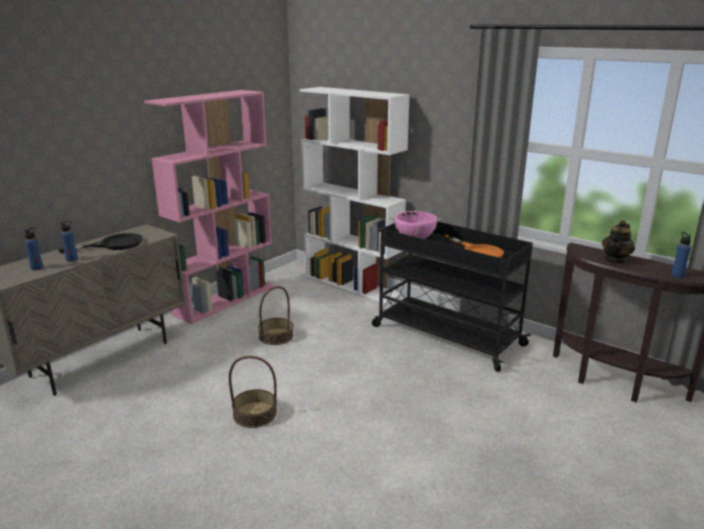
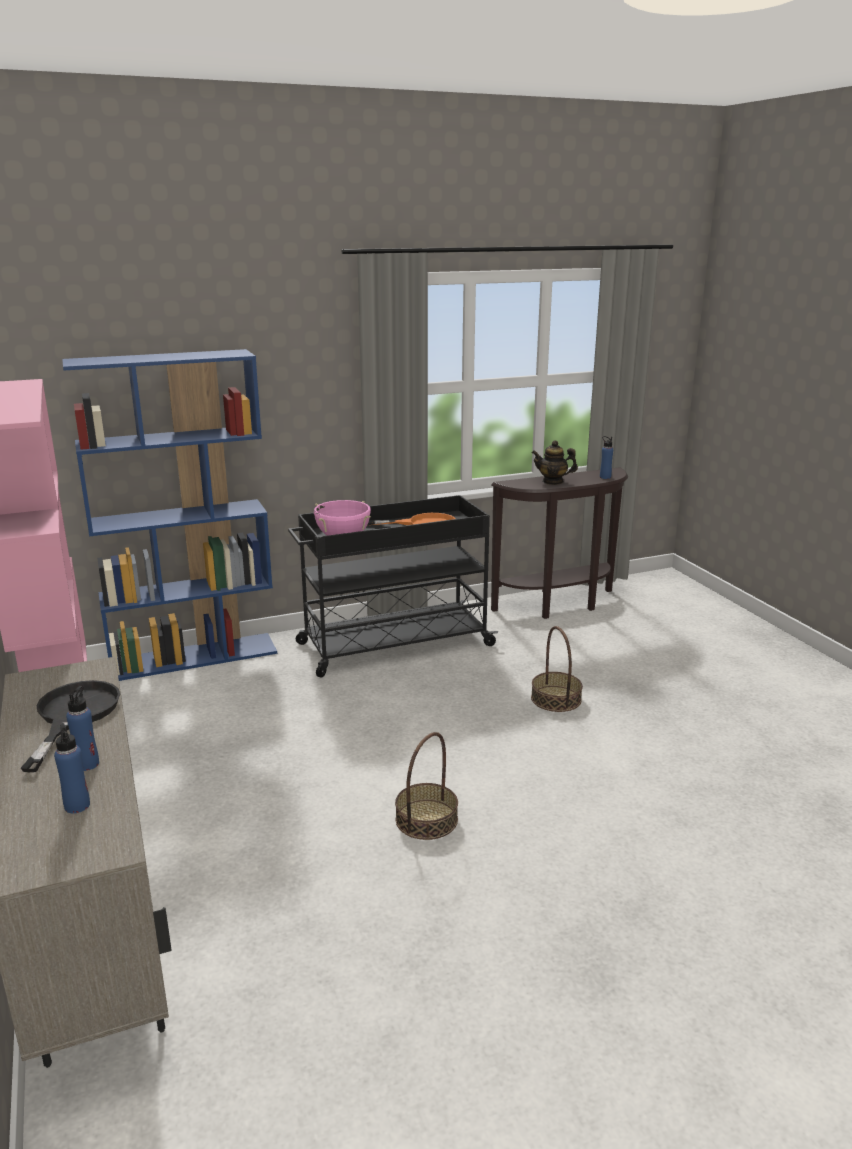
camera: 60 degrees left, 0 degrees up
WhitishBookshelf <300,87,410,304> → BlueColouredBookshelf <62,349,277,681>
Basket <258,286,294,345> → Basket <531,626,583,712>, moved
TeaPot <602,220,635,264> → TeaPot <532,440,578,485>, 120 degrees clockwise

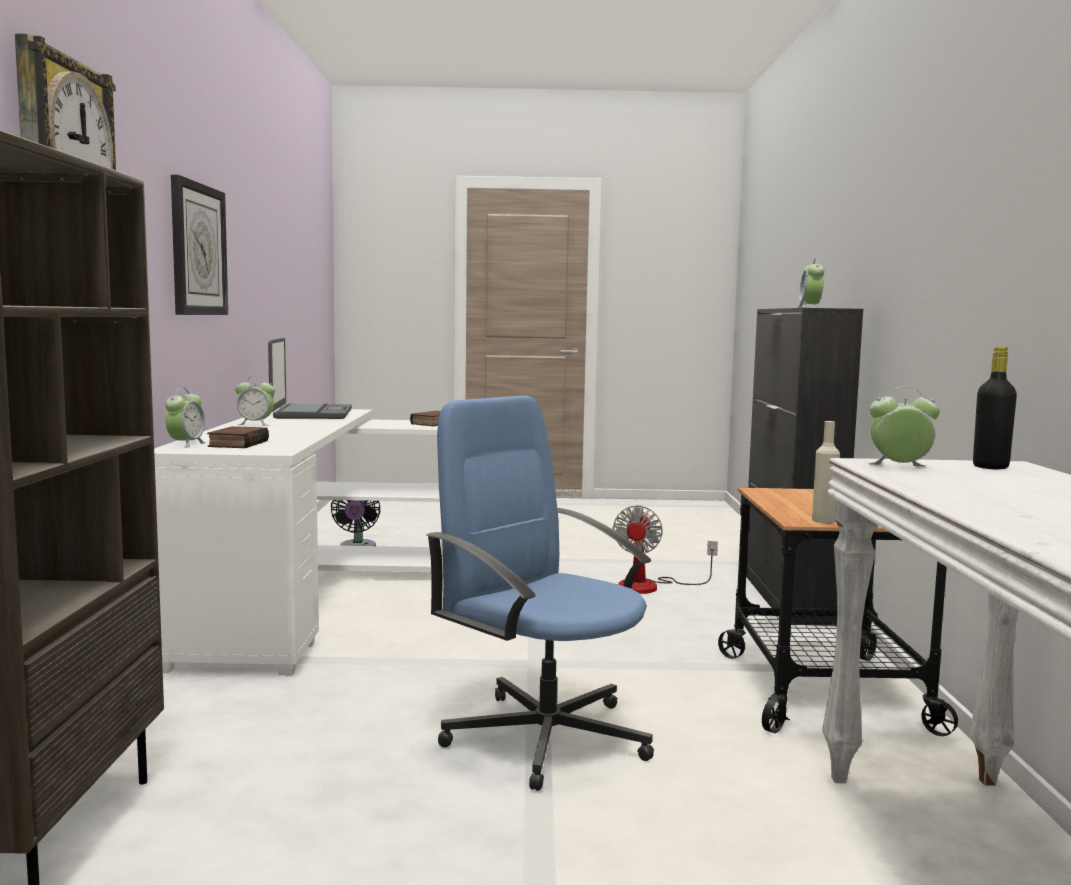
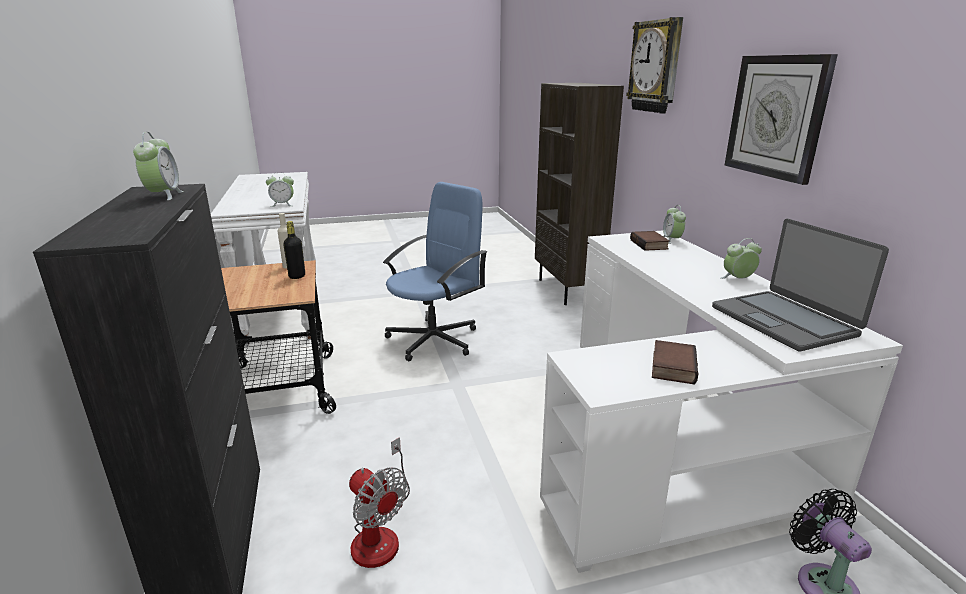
camera: 165 degrees right, 15 degrees up
BlackDrinkBottle <973,347,1017,469> → BlackDrinkBottle <283,221,305,279>, moved
Fan <613,505,718,594> → Fan <349,437,410,568>, 135 degrees clockwise
BlueColouredOfficeChair <426,395,654,791> → BlueColouredOfficeChair <383,182,487,361>, 75 degrees counterclockwise

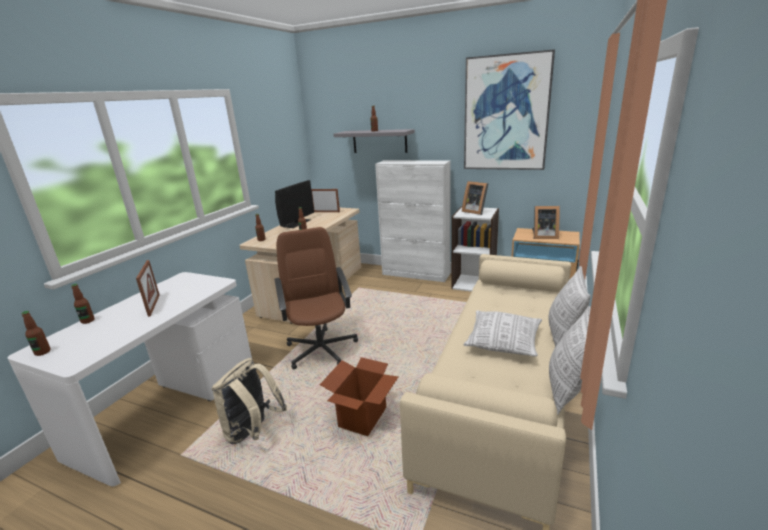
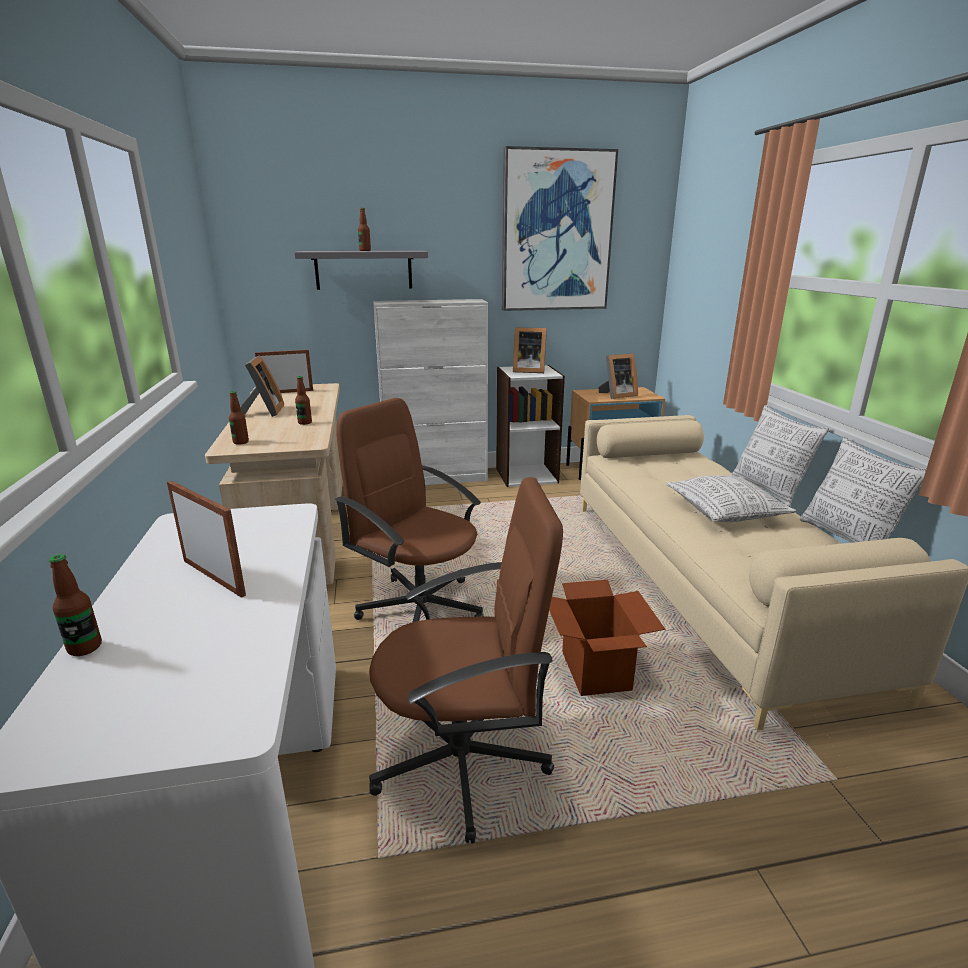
camera: 35 degrees left, 0 degrees up
ComputerDisplay <275,180,314,228> → PictureFrame <240,355,284,417>
BeigeColouredRucksack <212,358,287,444> → BrownOfficeChair <369,477,563,844>
DrinkBottle <21,311,51,356> → -

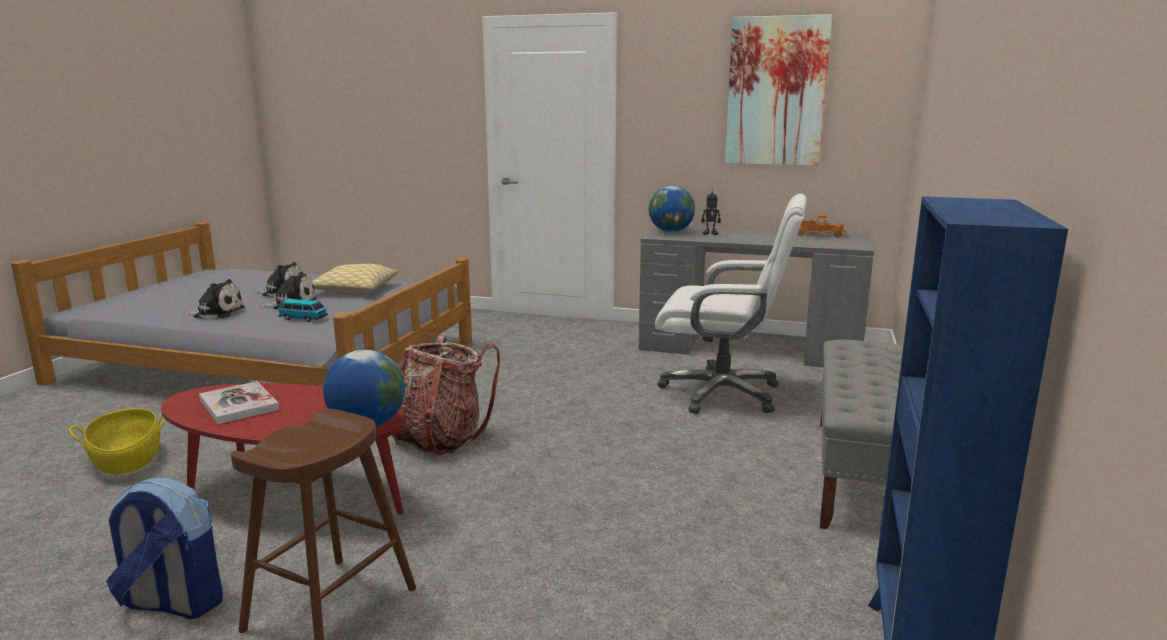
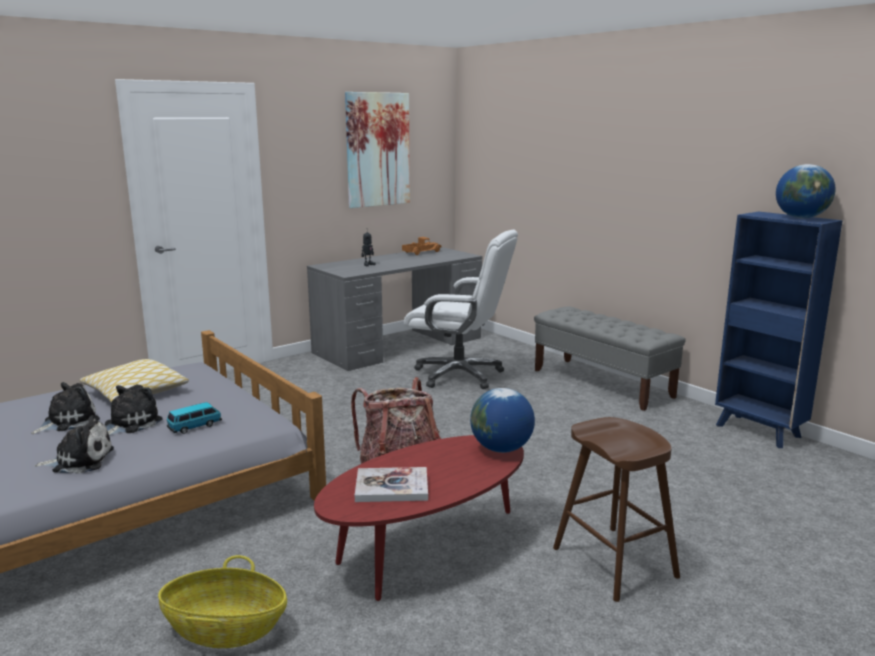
camera: 55 degrees left, 0 degrees up
CuddlyToy <183,279,245,320> → CuddlyToy <35,415,114,474>, 45 degrees clockwise
WhitishOfficeChair <655,194,807,414> → WhitishOfficeChair <404,230,518,389>, 60 degrees clockwise
WorldGlobe <649,186,695,232> → WorldGlobe <776,164,836,219>, moved
Rucksack <106,477,223,619> → -

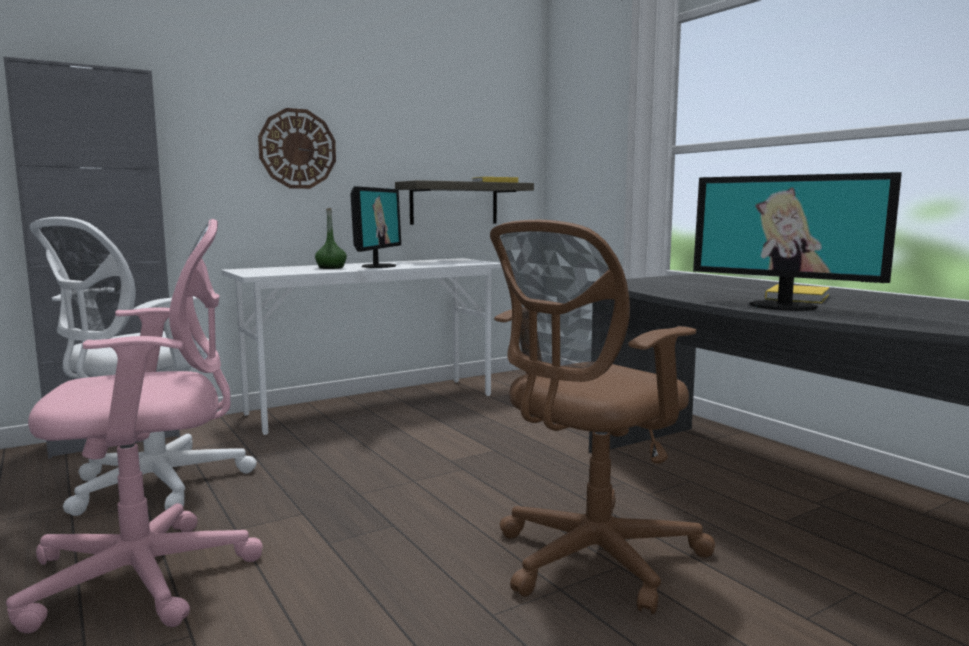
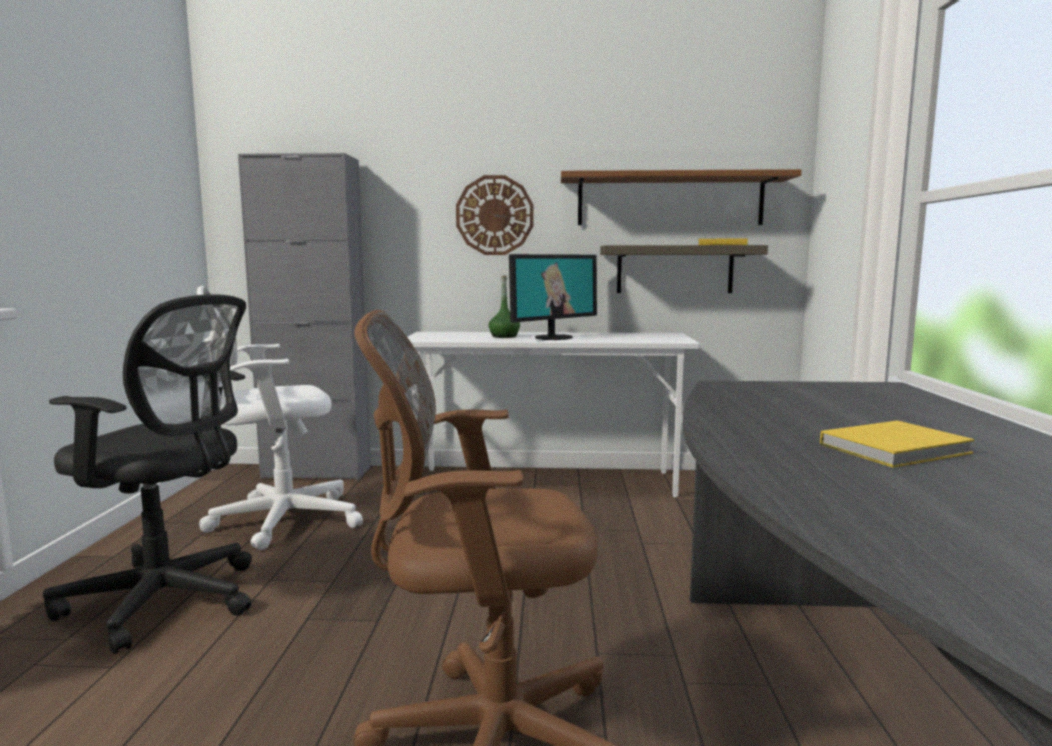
camera: 35 degrees right, 0 degrees up
PinkOfficeChair <6,219,263,633> → BlackOfficeChair <43,294,252,654>
- → Shelf <561,169,802,225>
ComputerDisplay <693,172,902,311> → -

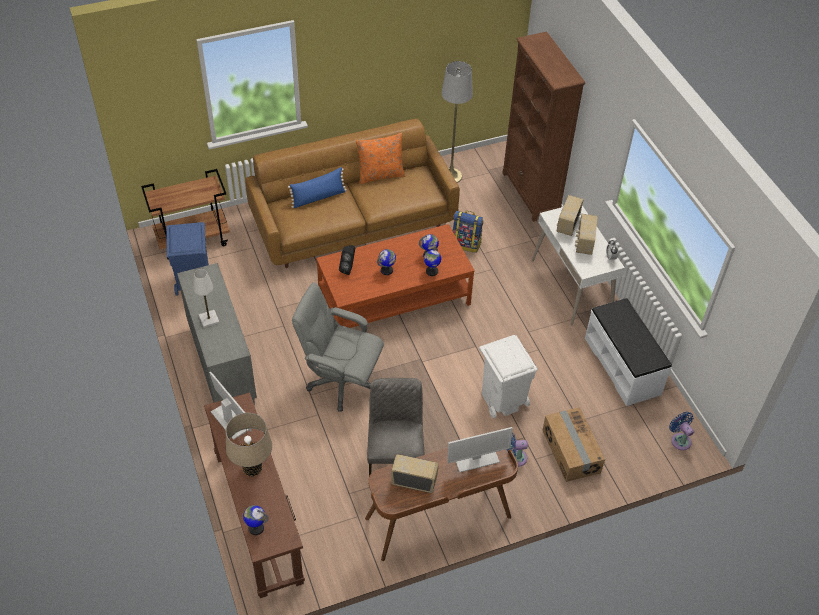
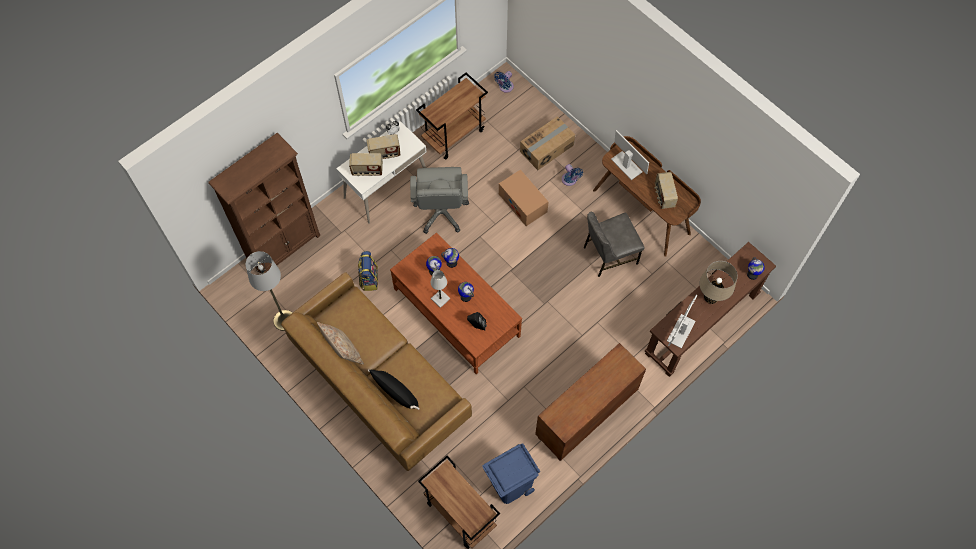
camera: 110 degrees left, 15 degrees up
OrangeColouredThrowPillow <356,133,405,184> → BeigeColouredThrowPillow <317,322,364,365>
BlueColouredThrowPillow <288,167,347,208> → BlackThrowPillow <368,369,420,410>
GreyishOfficeChair <292,283,384,412> → GreyishOfficeChair <410,167,469,234>, moved
WhitishLongSeat <585,298,672,406> → BrownTrolley <416,73,488,160>
WhitishTableLamp <193,269,220,328> → WhitishTableLamp <431,270,450,308>, moved
WhitishRubbishBin <479,335,538,418> → CardboardBox <499,169,548,226>
GreyishStorageCabinet <177,263,257,405> → BrownStorageCabinet <535,343,646,461>

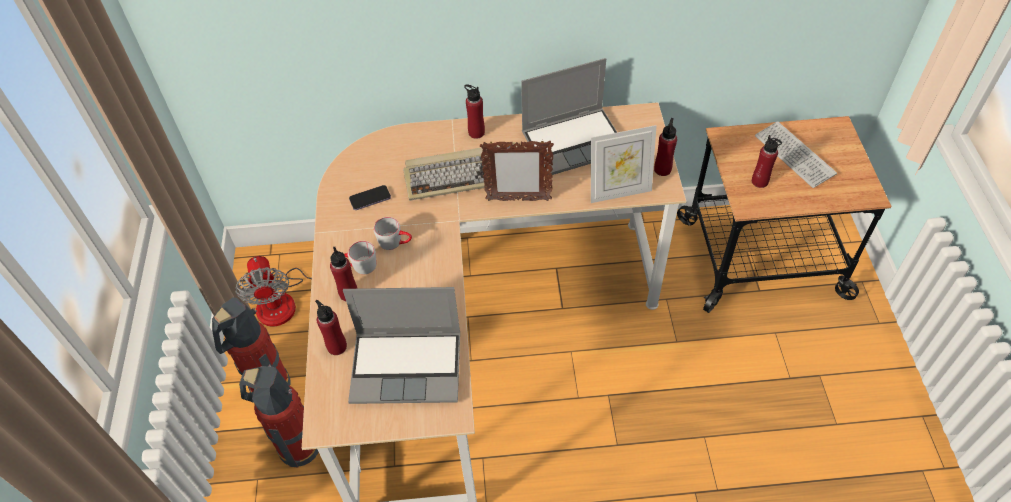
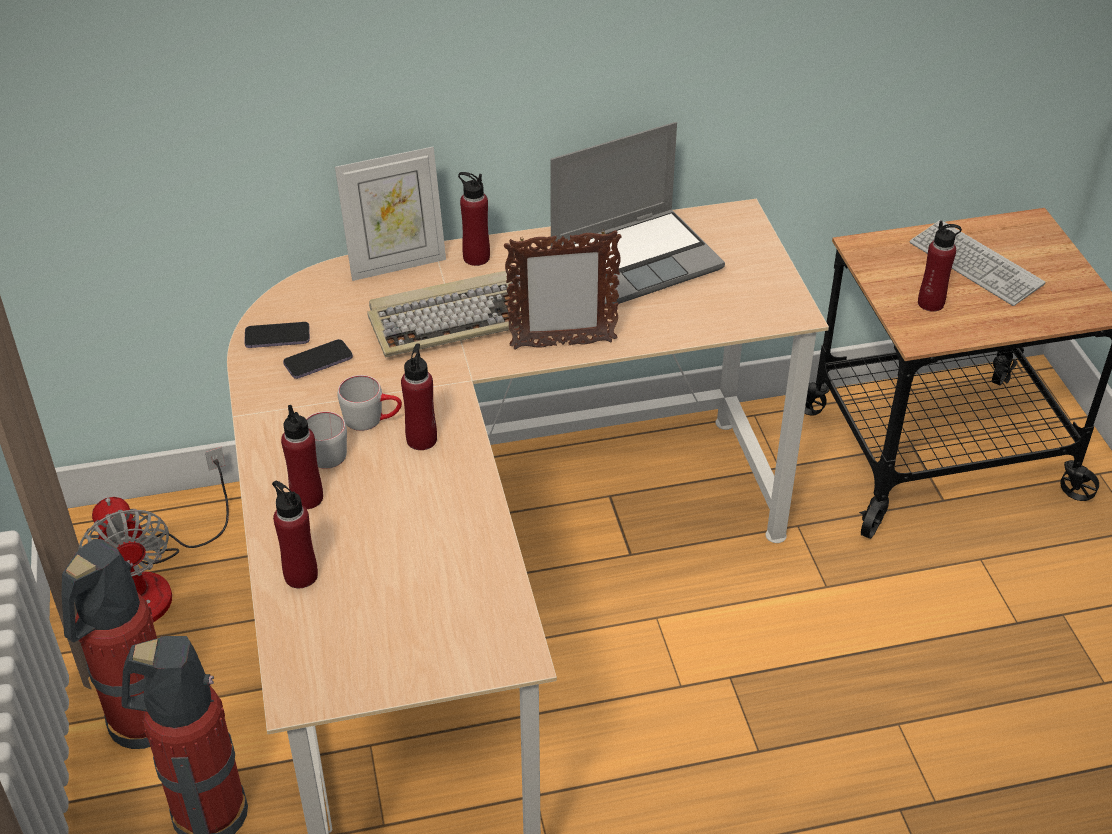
camera: 10 degrees left, 10 degrees down
- → Phone <244,322,310,348>
PictureFrame <591,125,656,203> → PictureFrame <335,147,446,281>, moved
RedDrinkBottle <654,118,677,176> → RedDrinkBottle <401,344,437,450>, moved
PortableComputer <343,287,460,404> → -

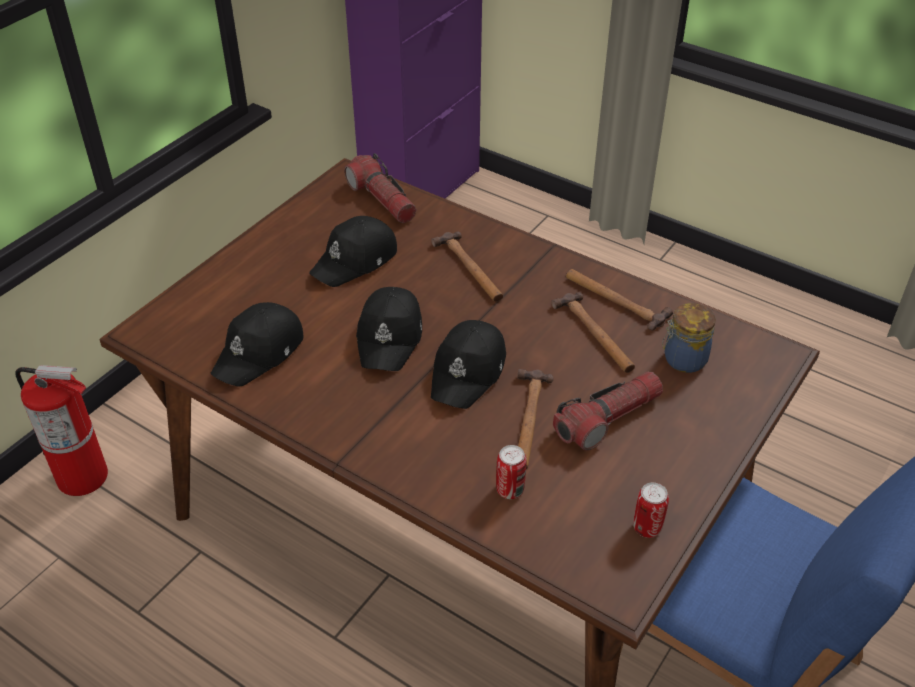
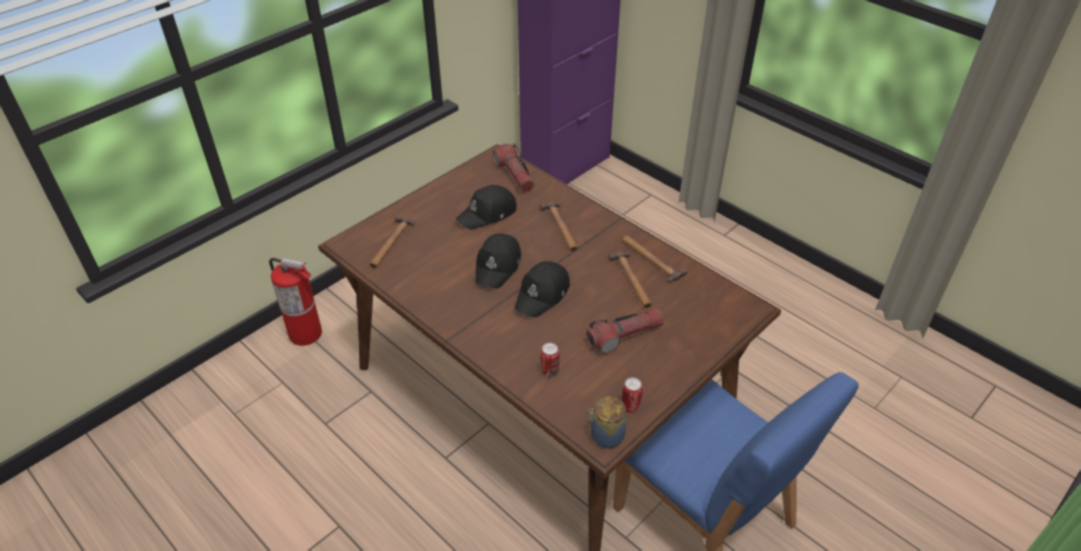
camera: 10 degrees right, 0 degrees up
ToolHammer <517,369,554,470> → ToolHammer <370,215,415,268>, moved
PreserveJar <662,303,716,373> → PreserveJar <588,396,626,448>, moved
BlackBaseballCap <211,302,303,387> → -

